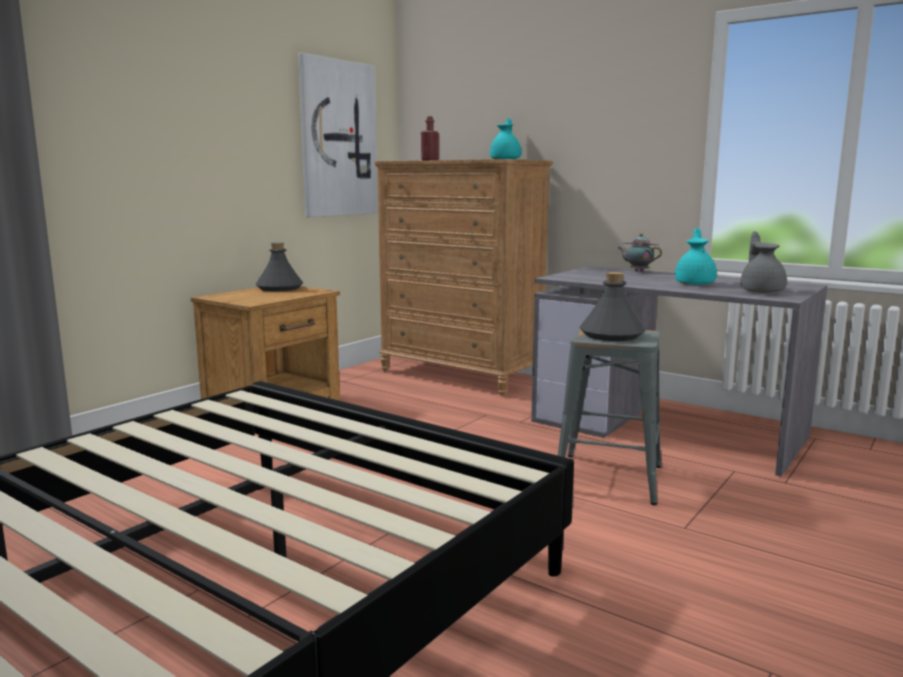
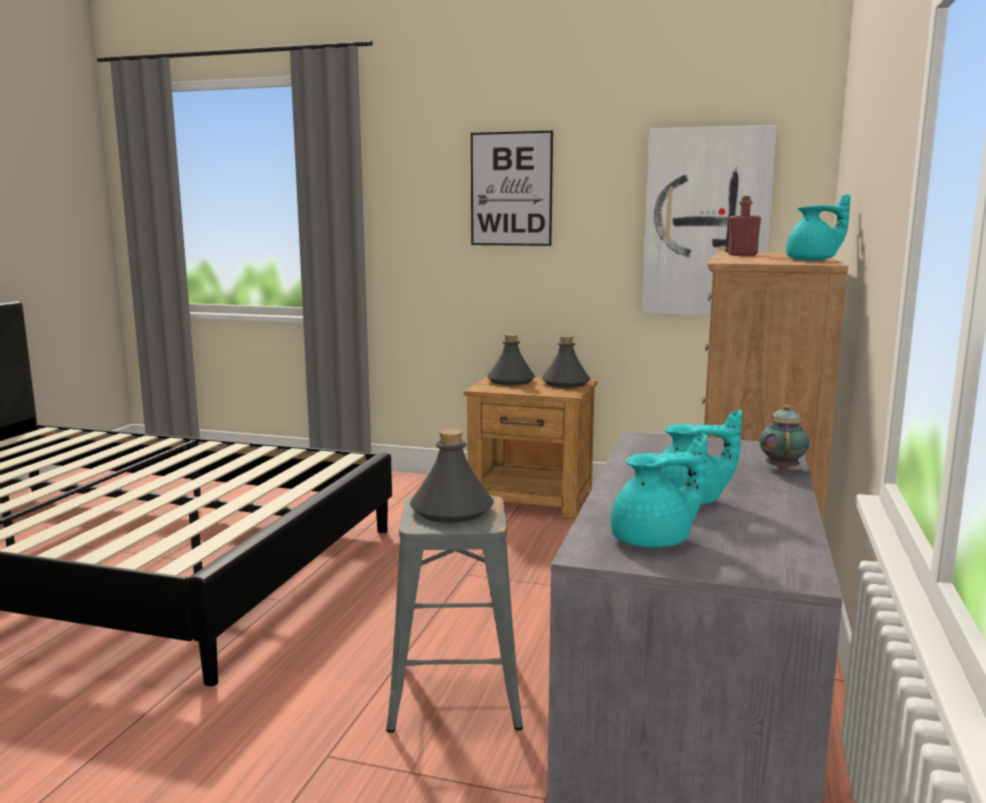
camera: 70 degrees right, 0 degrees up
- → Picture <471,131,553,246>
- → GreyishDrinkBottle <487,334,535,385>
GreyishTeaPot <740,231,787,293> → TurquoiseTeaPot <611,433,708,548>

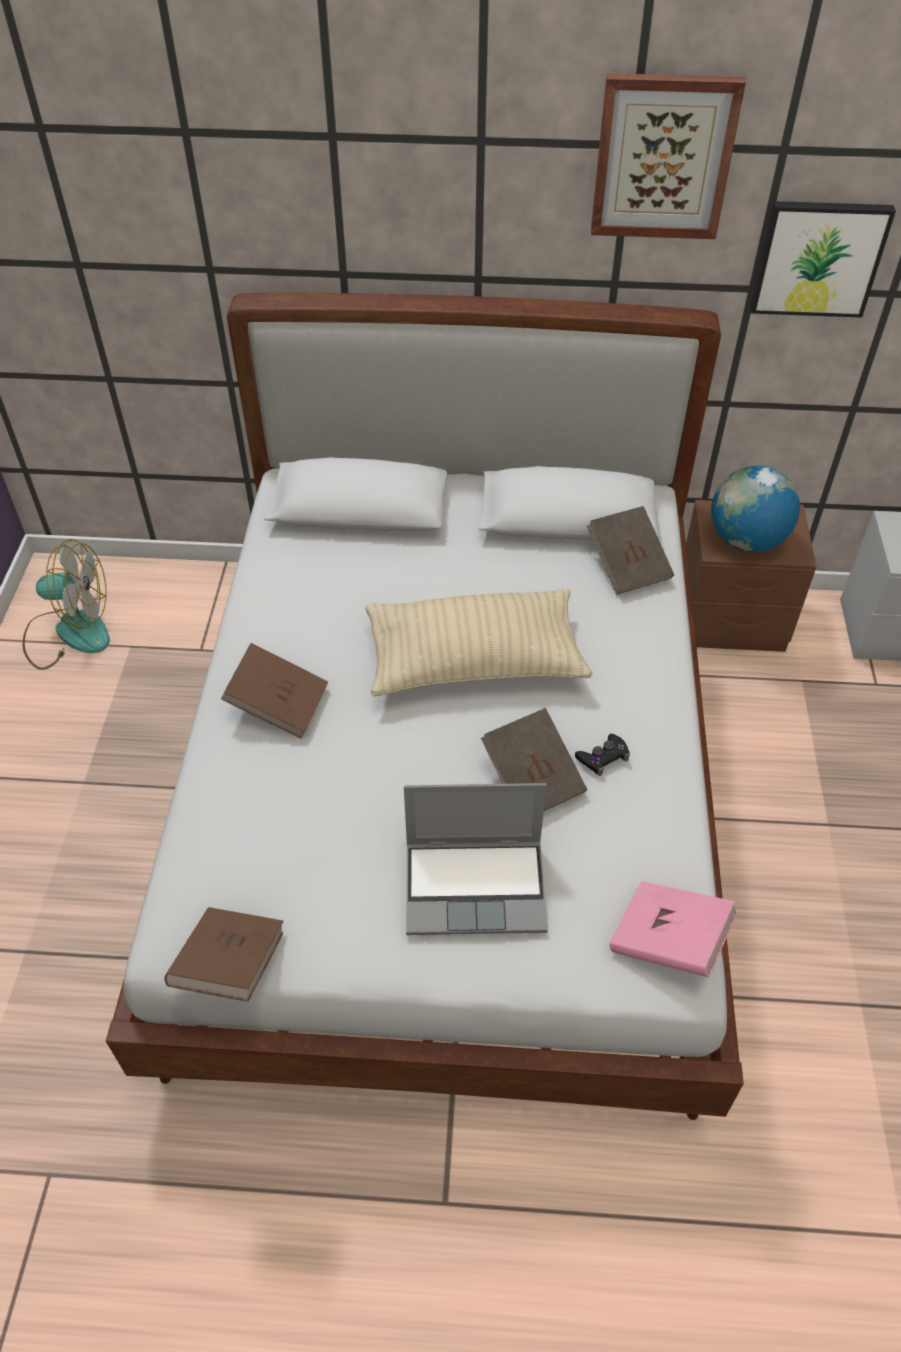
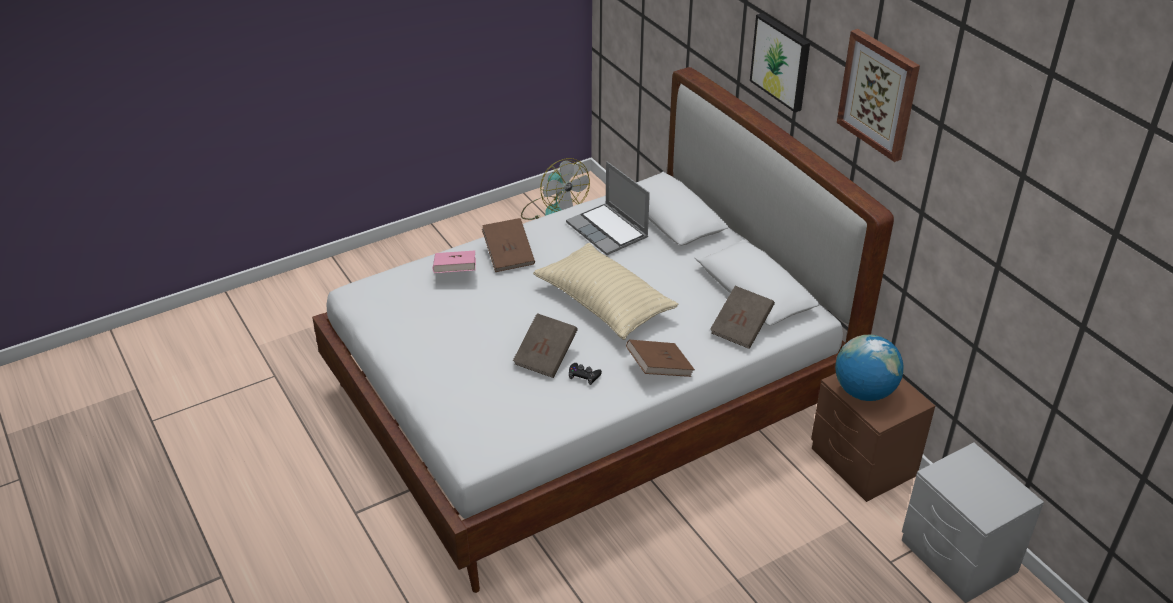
camera: 55 degrees right, 10 degrees down
PinkBoundBook <610,881,738,977> → PinkBoundBook <433,251,476,273>, moved
PortableComputer <404,783,548,935> → PortableComputer <566,161,650,255>, moved
BrownBoundBook <164,907,283,1002> → BrownBoundBook <626,340,695,377>, moved
Picture <750,201,896,318> → Picture <750,13,810,112>, moved

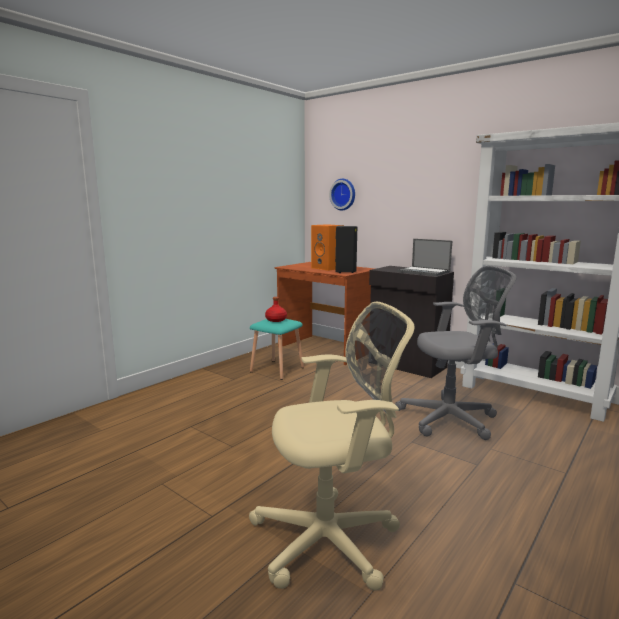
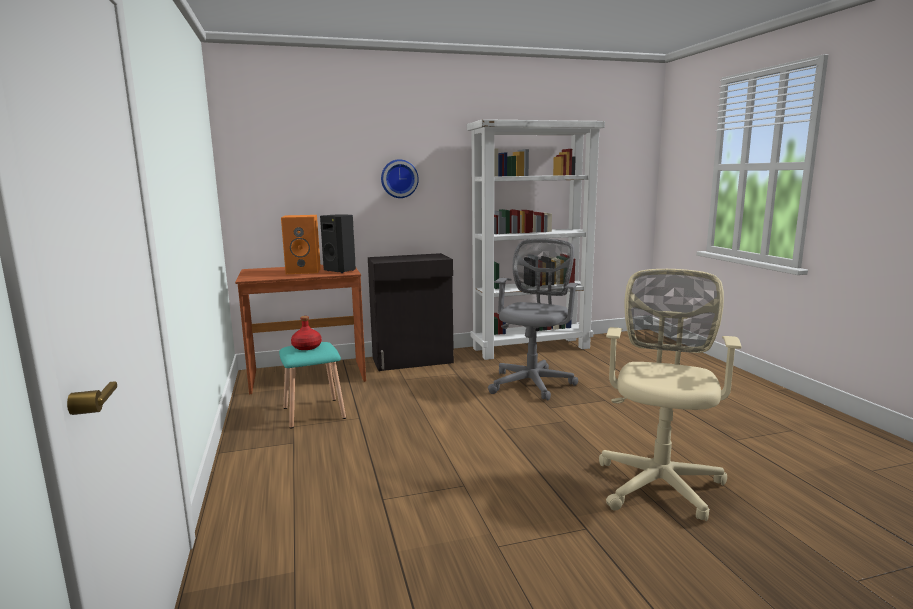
camera: 55 degrees left, 0 degrees up
HangingClock <329,179,355,211> → HangingClock <381,159,419,198>, moved
PortableComputer <397,239,452,276> → -

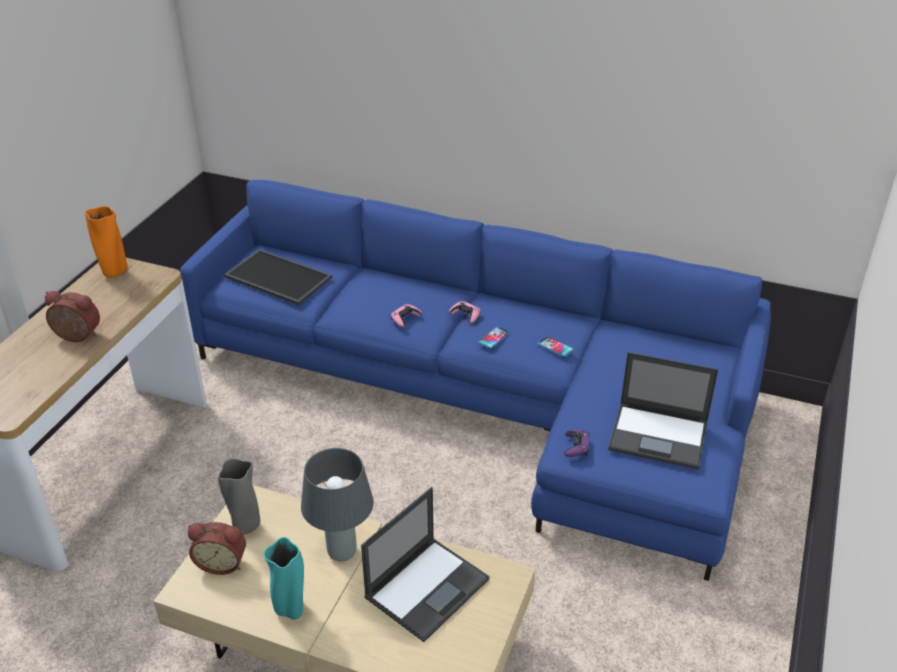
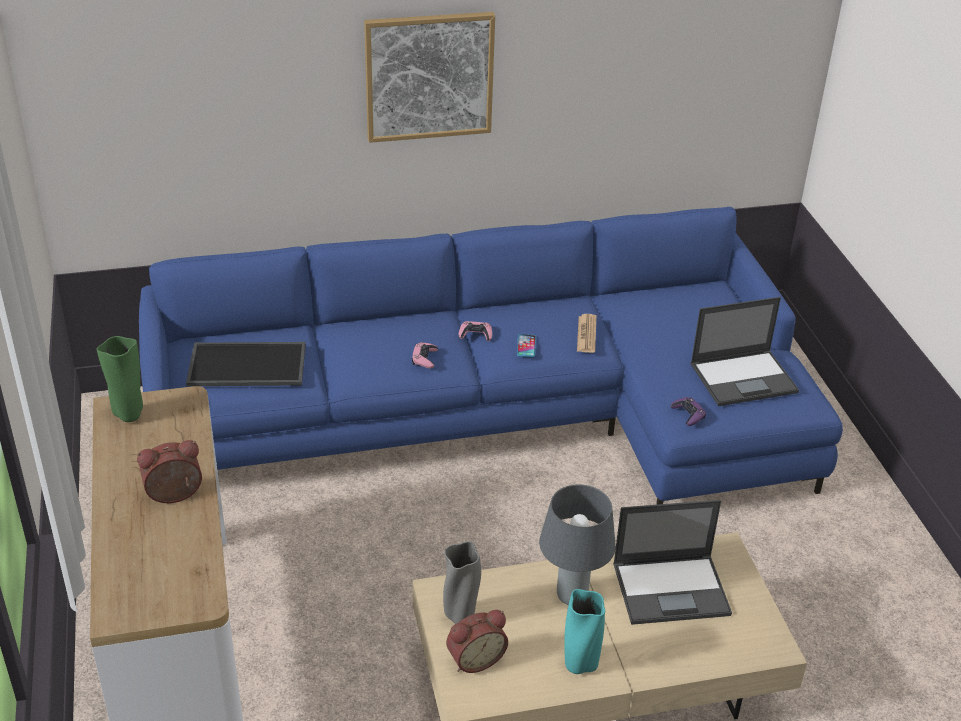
camera: 35 degrees left, 0 degrees up
OrangeColouredFlowerVase <85,206,127,278> → GreenColouredFlowerVase <97,336,143,422>
- → Picture <364,12,495,143>
Phone <537,336,573,357> → DailyPaper <577,314,597,353>
PortableComputer <361,487,490,642> → PortableComputer <613,500,732,625>, 75 degrees clockwise

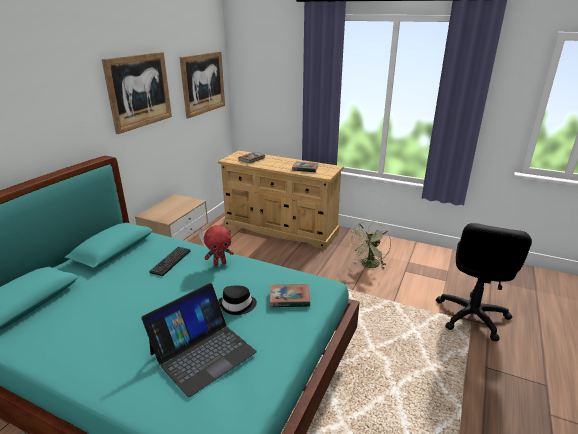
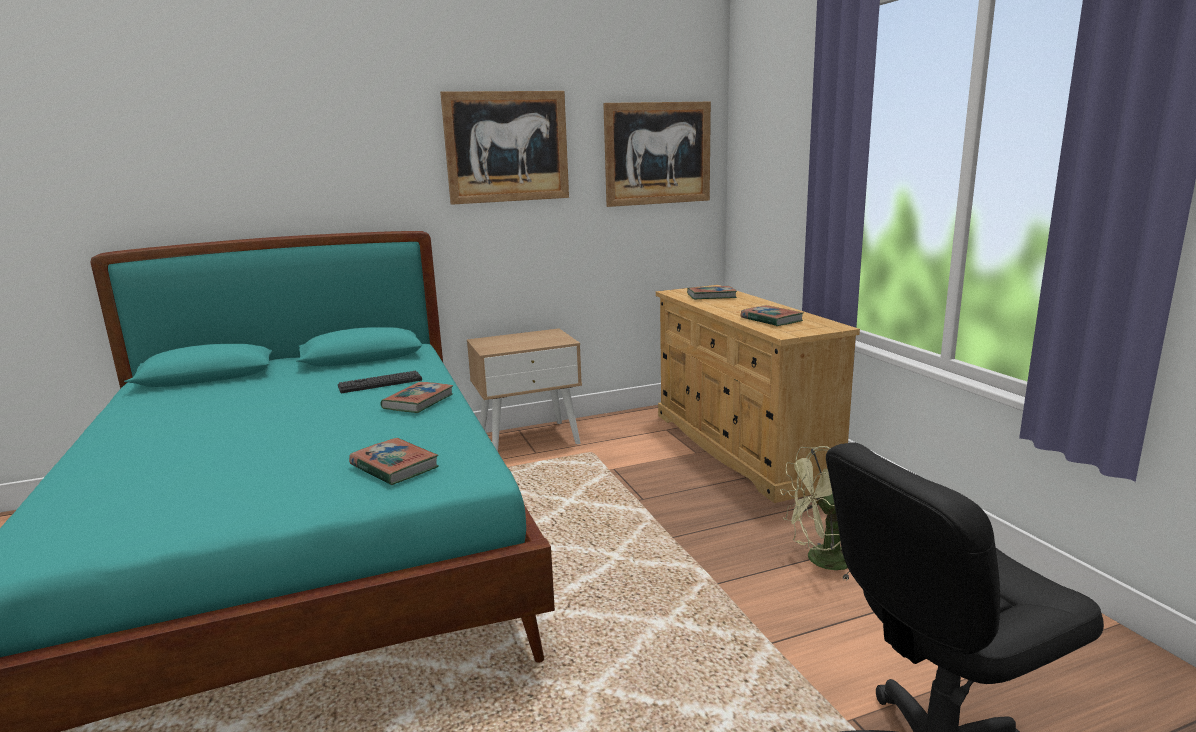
camera: 45 degrees right, 10 degrees down
RedCuddlyToy <204,225,234,266> → BoundBook <381,382,453,413>
PortableComputer <141,283,257,397> → -
BlackHat <218,286,257,315> → -

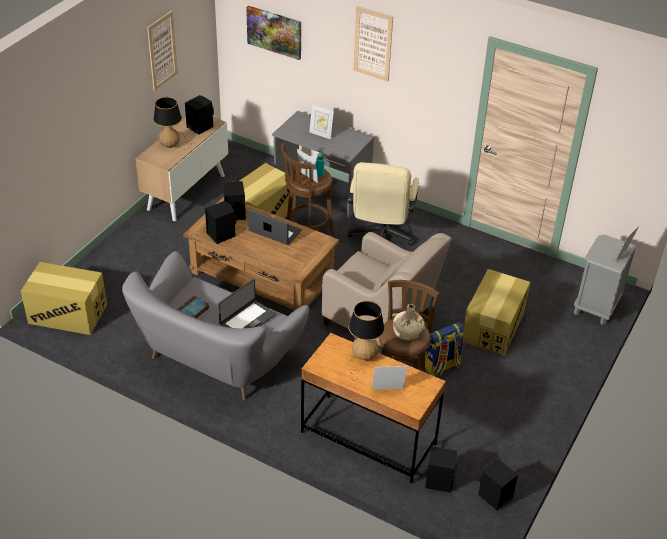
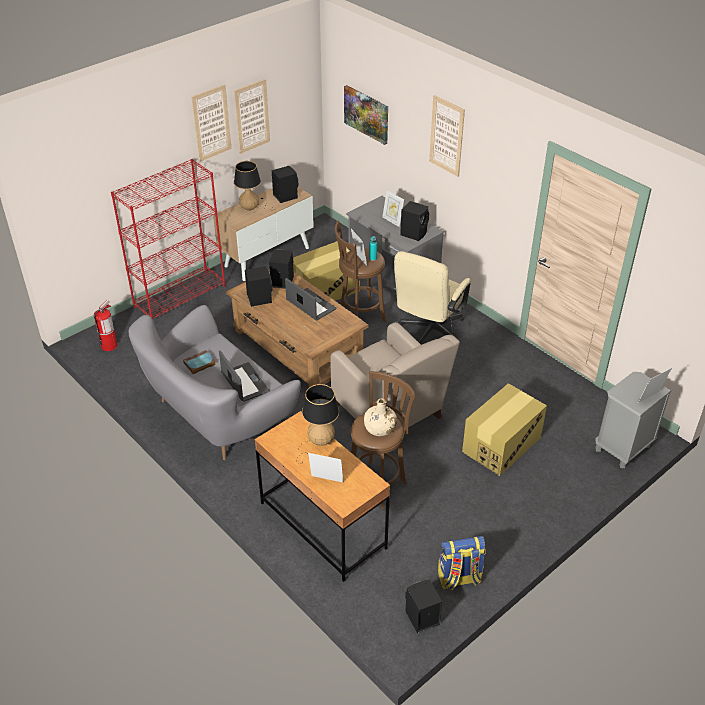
camera: 20 degrees right, 0 degrees up
CardboardBox <21,262,107,335> → FireExtinguisher <94,300,118,351>
- → RedBookshelf <111,159,225,319>
- → Picture <191,84,231,162>
PortableComputer <218,279,276,328> → PortableComputer <219,350,270,402>, 90 degrees counterclockwise
BlackAudioSpeaker <425,446,458,493> → BlackAudioSpeaker <400,201,429,241>, moved
Rucksack <425,322,464,376> → Rucksack <438,536,486,590>, moved

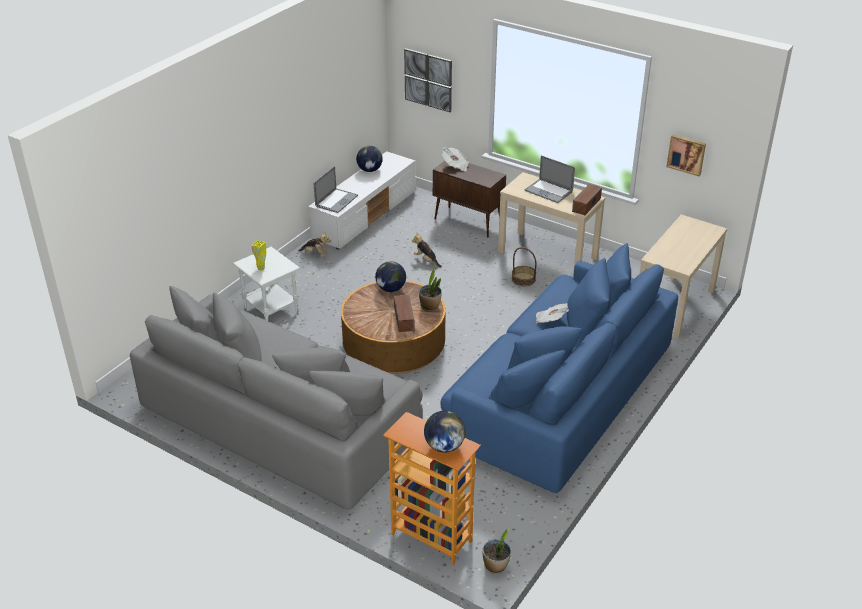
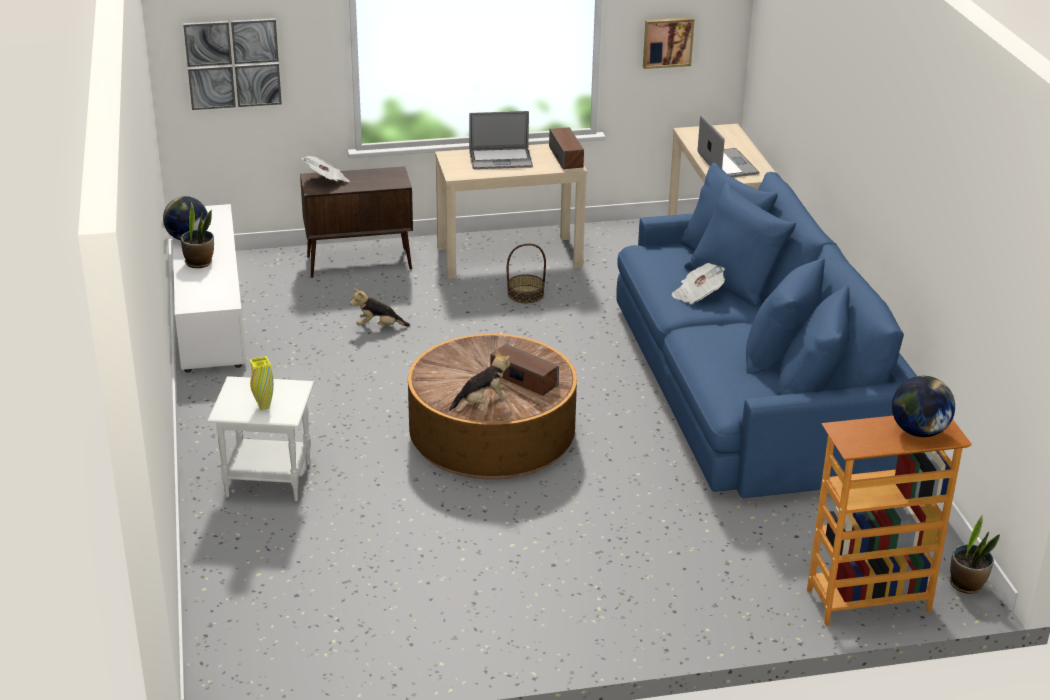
camera: 45 degrees left, 5 degrees down
PlantInAPot <419,268,442,312> → PlantInAPot <181,202,214,268>, moved
CuddlyToy <298,232,331,257> → CuddlyToy <449,350,510,411>, moved
PortableComputer <314,166,358,213> → PortableComputer <697,115,759,177>, moved
GreyishSofa <130,286,423,510> → -
WorldGlobe <375,261,406,292> → -

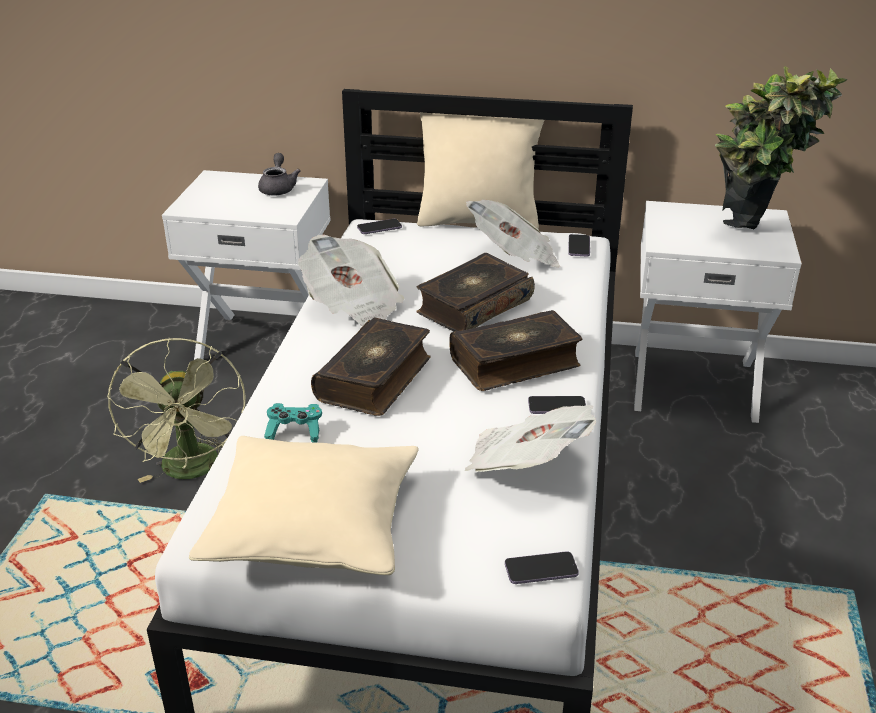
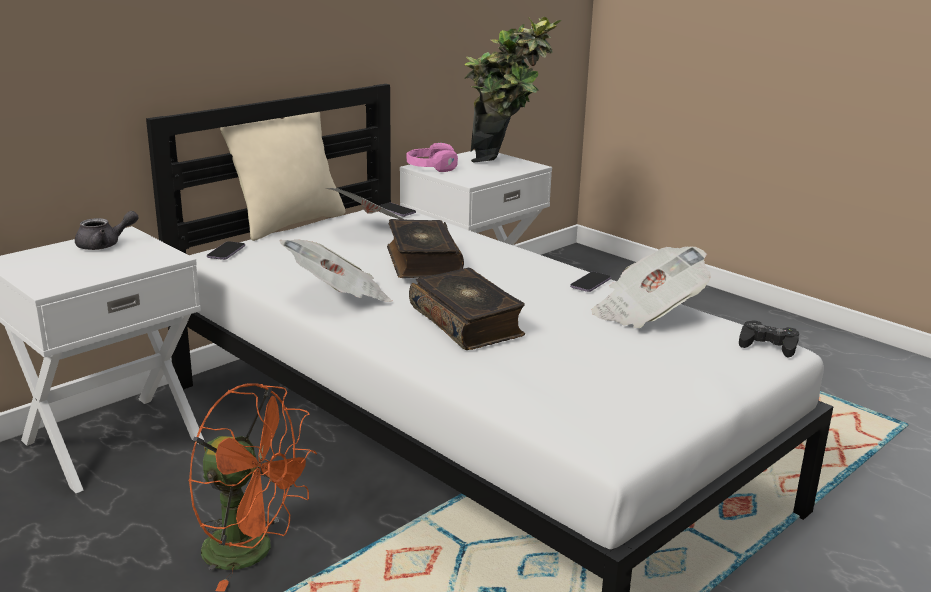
camera: 55 degrees left, 10 degrees down
GreyishTeaPot <258,153,301,195> → GreyishTeaPot <75,211,139,250>, 120 degrees clockwise
GreenColouredFan <107,337,246,483> → OrangeColouredFan <188,383,317,591>
- → PinkHeadphones <406,143,458,172>
Phone <505,551,579,584> → BlackJoypad <739,320,799,357>
BeigeColouredThrowPillow <189,436,419,575> → -
TurquoiseJoypad <264,403,322,442> → -
BoundBook <449,310,583,391> → -

